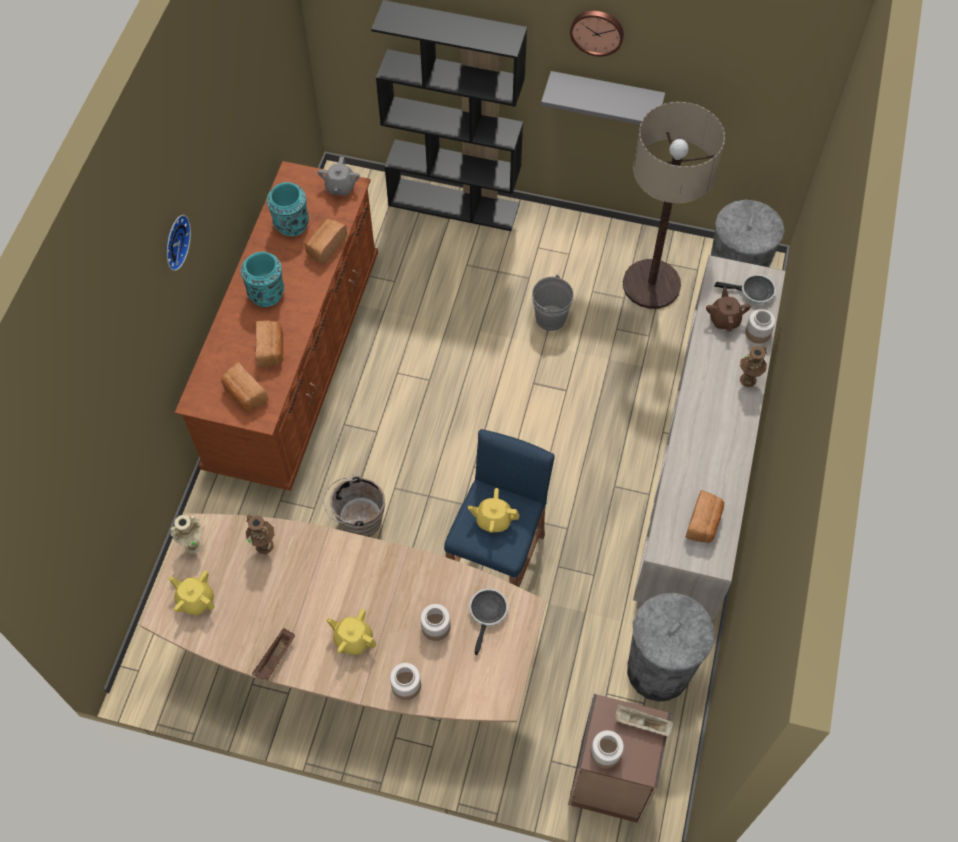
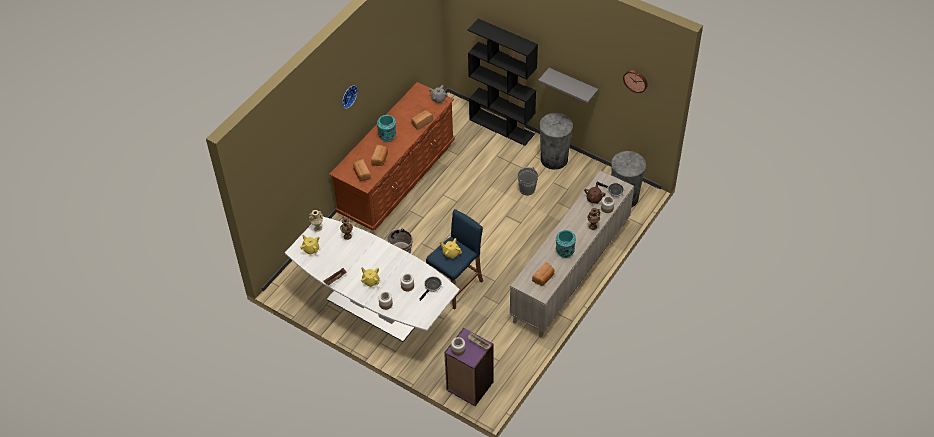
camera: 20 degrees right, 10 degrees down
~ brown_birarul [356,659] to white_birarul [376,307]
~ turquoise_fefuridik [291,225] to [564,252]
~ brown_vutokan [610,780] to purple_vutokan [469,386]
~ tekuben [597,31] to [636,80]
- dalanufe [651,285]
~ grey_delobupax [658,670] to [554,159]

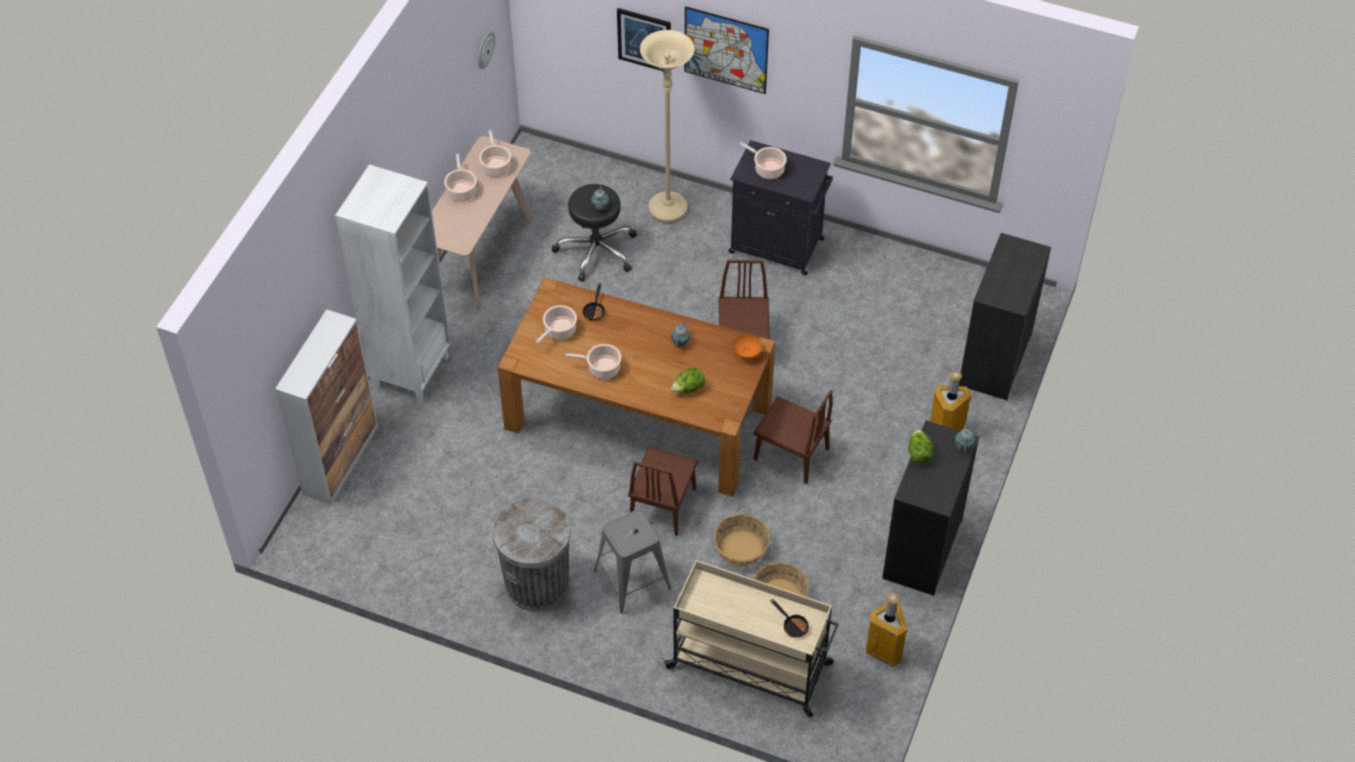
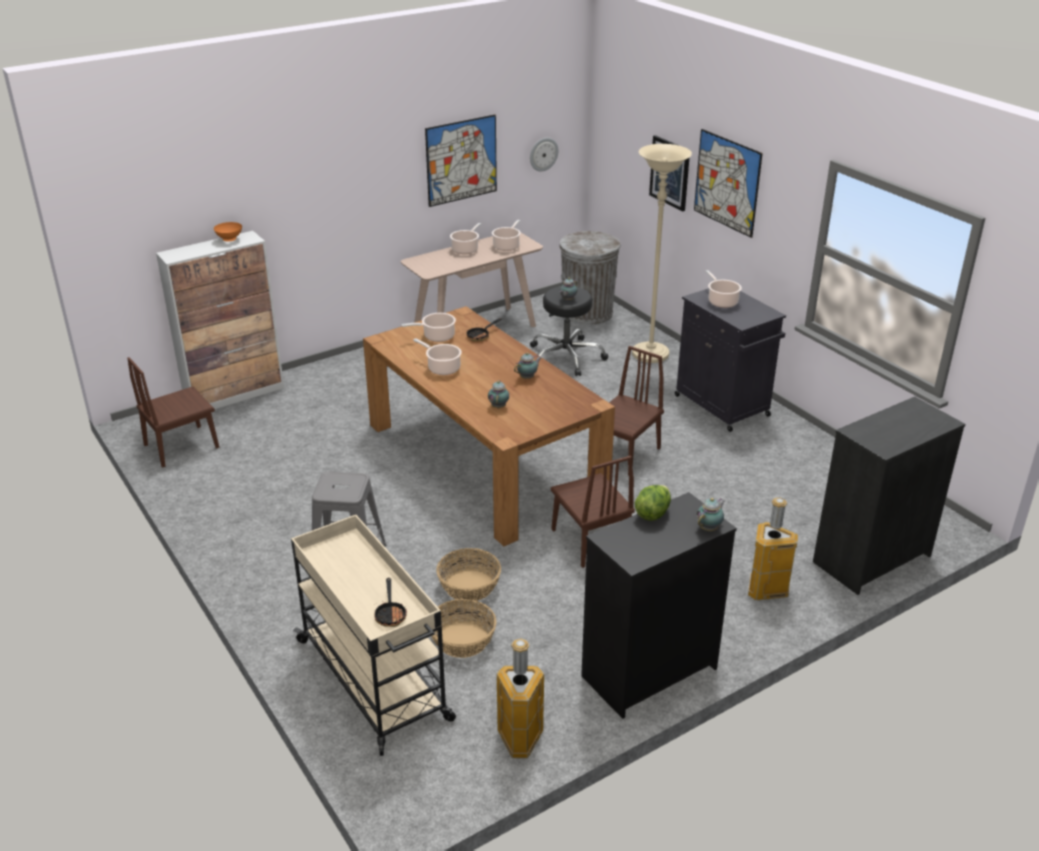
camera: 35 degrees right, 20 degrees down
- white_vutokan [411,372]
~ grey_delobupax [536,583] to [587,313]
~ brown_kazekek [663,505] to [181,446]
~ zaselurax [688,389] to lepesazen [499,406]
~ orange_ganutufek [746,354] to [230,239]
+ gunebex [461,160]

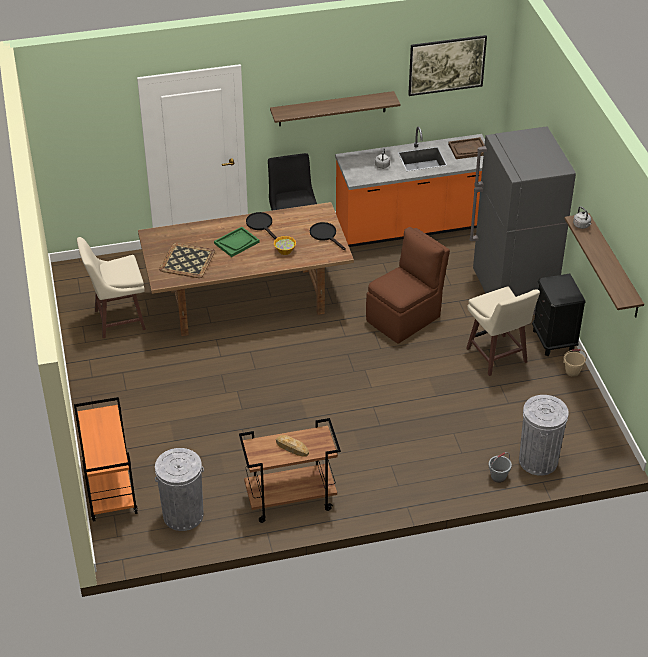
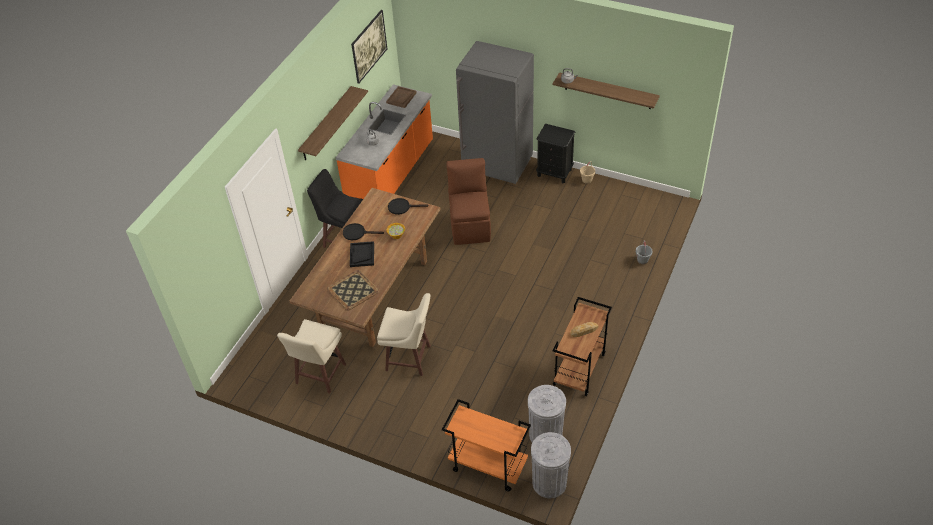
camera: 50 degrees left, 5 degrees up
~ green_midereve [236,243] to black_midereve [362,255]
~ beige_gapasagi [497,356] to [409,359]
~ grey_delobupax [538,461] to [549,483]

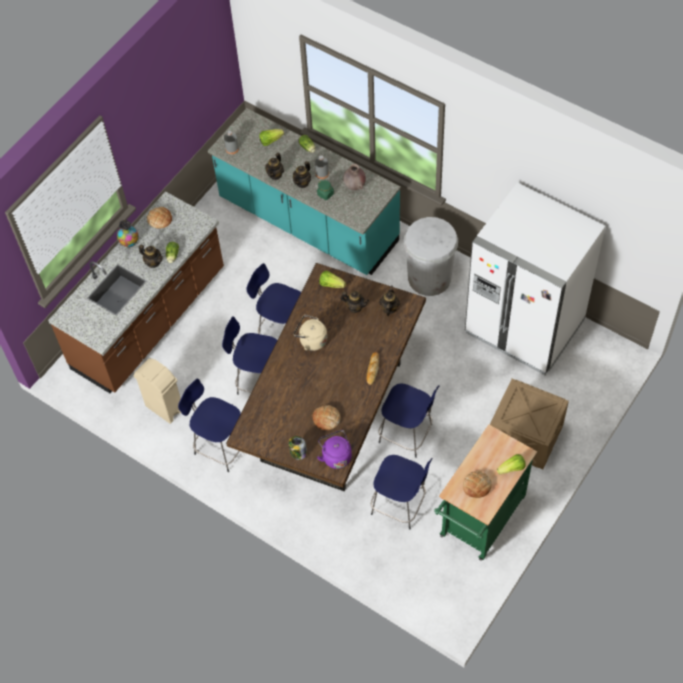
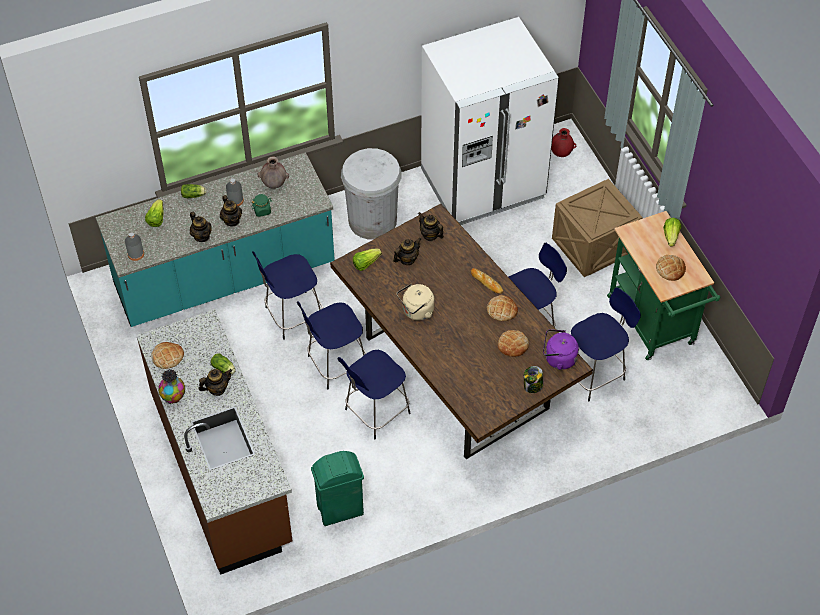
camera: 60 degrees left, 5 degrees down
~ beige_delobupax [165,408] to green_delobupax [341,510]
~ blue_gapasagi [220,446] to [292,316]
+ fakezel [502,310]
+ red_fefuridik [561,153]

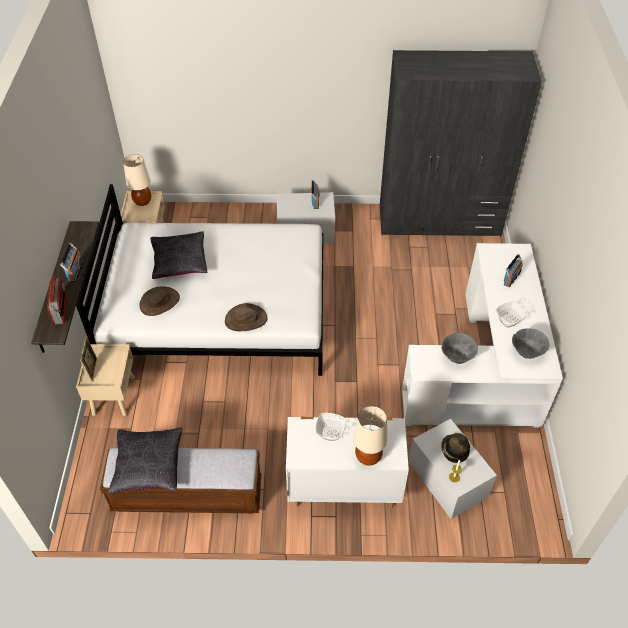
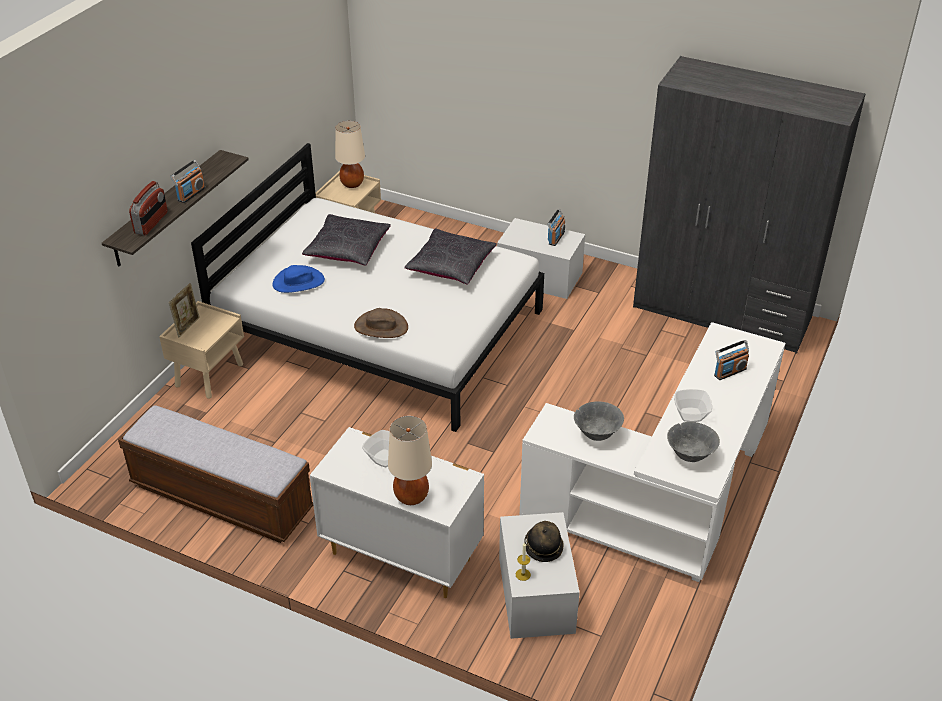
camera: 25 degrees right, 10 degrees down
~ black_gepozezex [148,465] to [451,266]
~ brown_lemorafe [160,302] to blue_lemorafe [298,282]

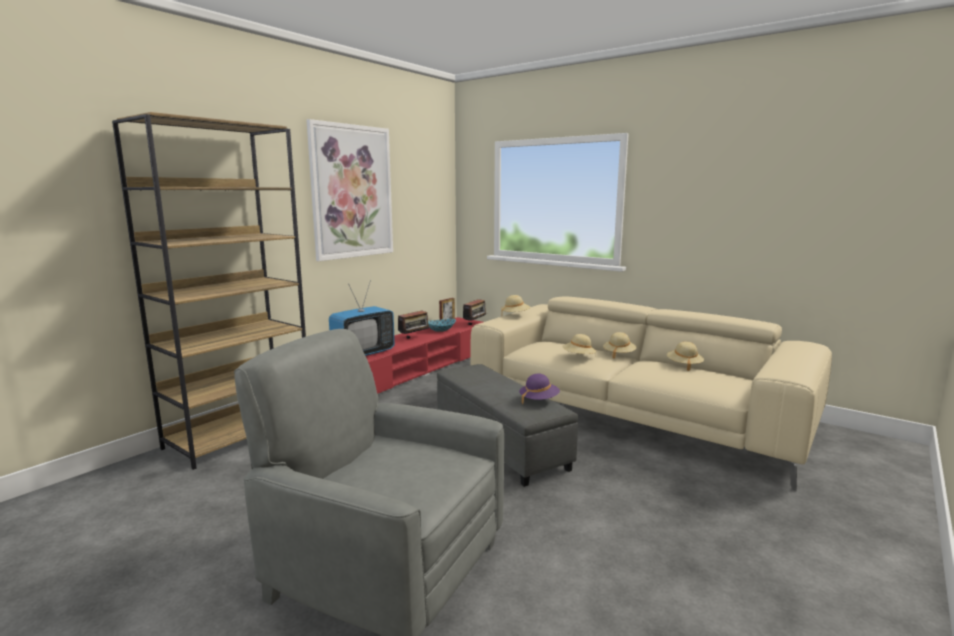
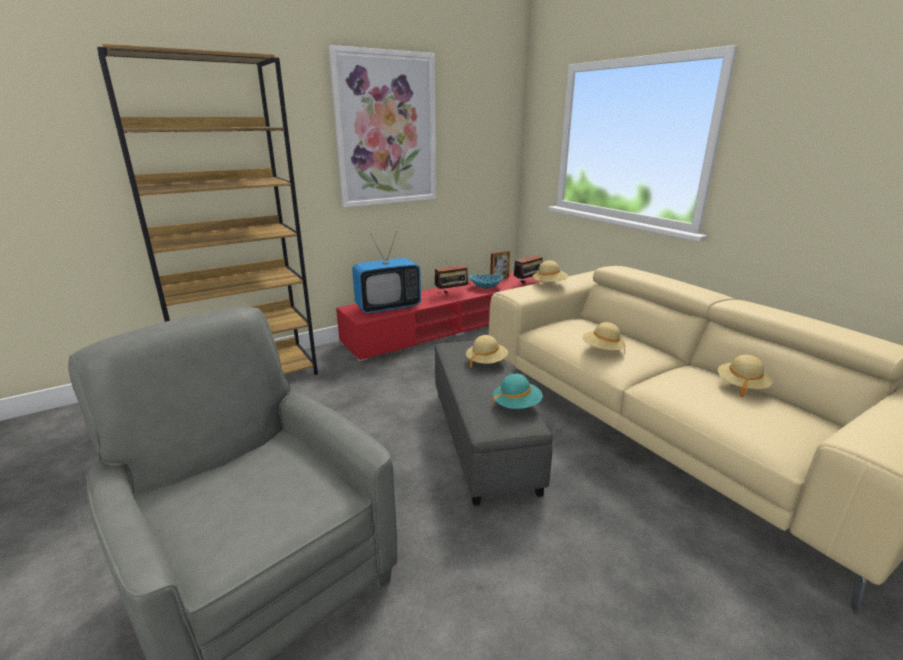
camera: 20 degrees right, 10 degrees up
~ purple_lemorafe [539,400] to turquoise_lemorafe [516,405]
~ beige_lemorafe [619,354] to [486,362]

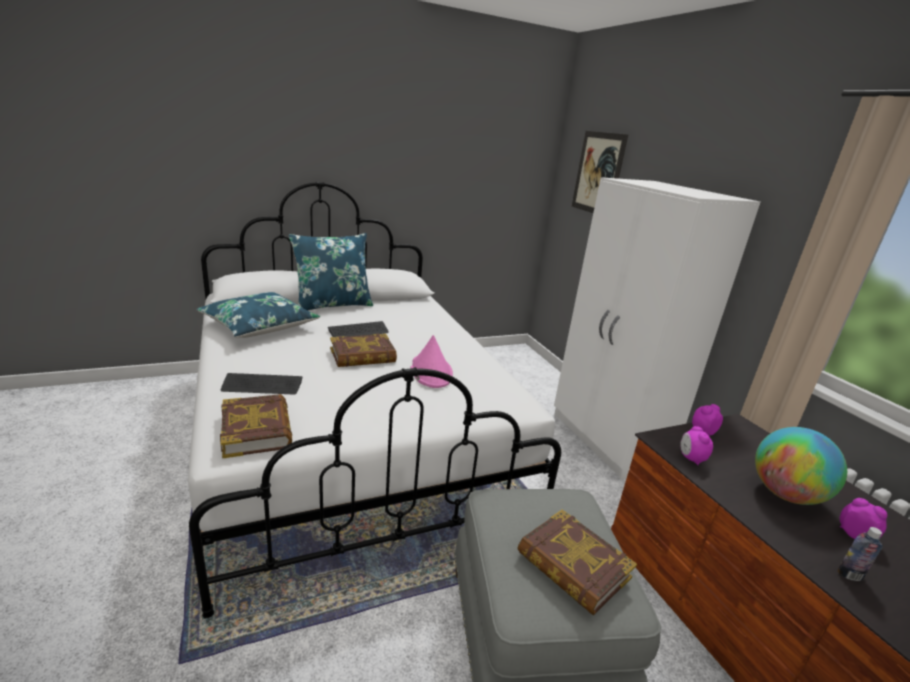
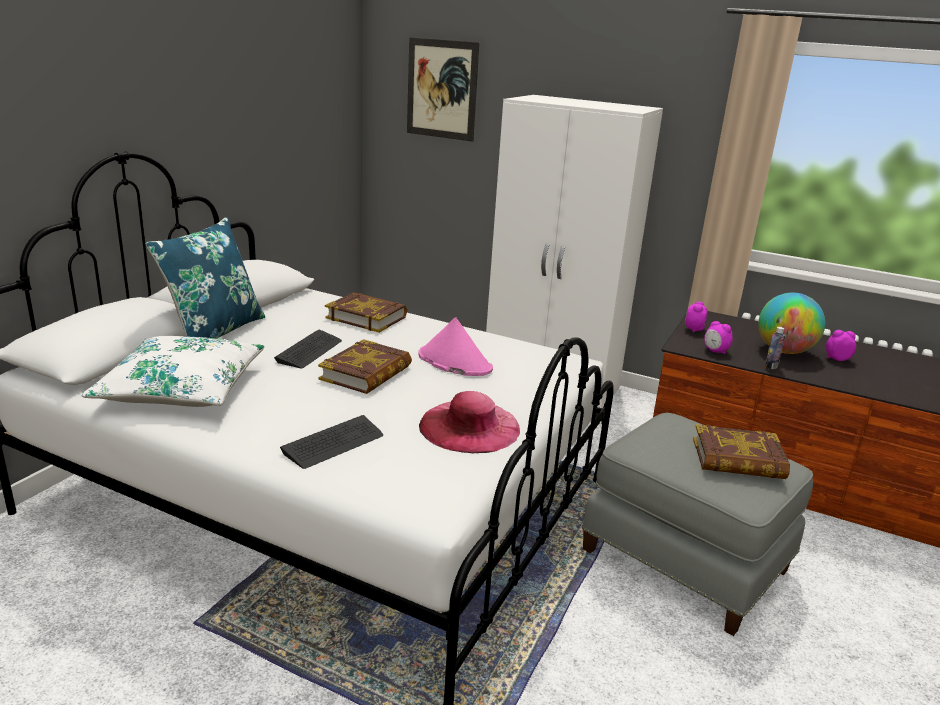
camera: 40 degrees left, 0 degrees up
~ blue_gepozezex [259,326] to white_gepozezex [182,388]
~ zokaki [257,430] to [366,317]
~ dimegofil [850,575] to [770,367]
+ pink_lemorafe [469,426]

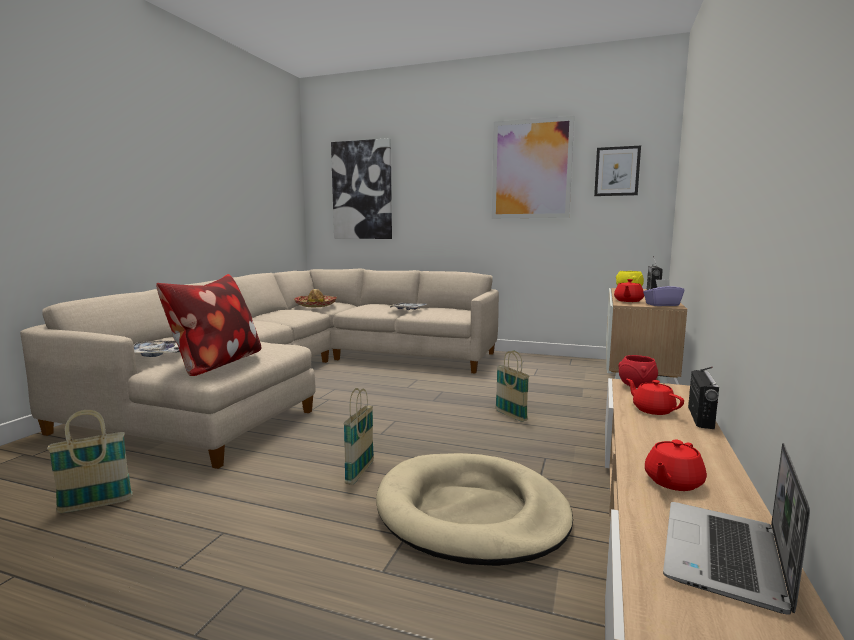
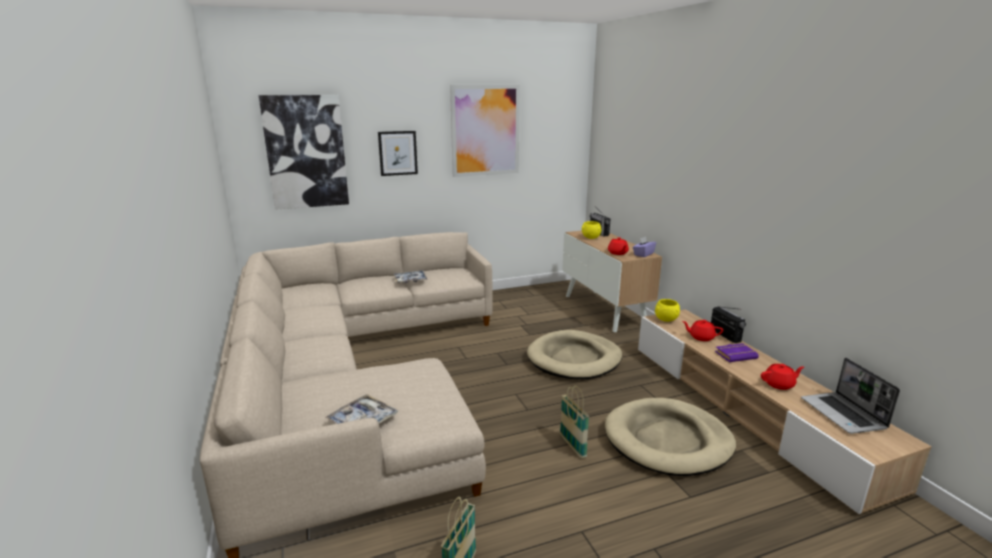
camera: 40 degrees left, 10 degrees up
- gepozezex [216,365]
- lemorafe [315,305]
~ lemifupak [510,416] to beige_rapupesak [574,359]
~ gunebex [617,171] to [398,153]
~ red_ganutufek [637,387] to yellow_ganutufek [666,320]
~ red_lepesazen [672,482] = [779,384] 105 degrees counterclockwise
+ purple_zokaki [735,355]

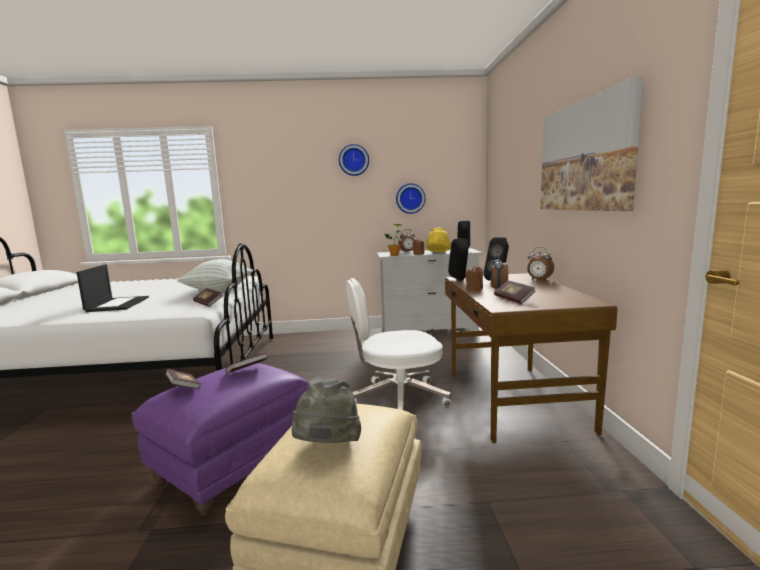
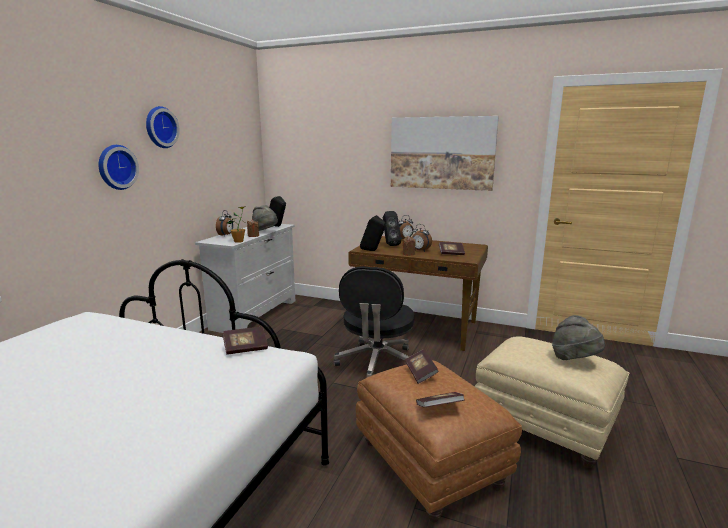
camera: 65 degrees left, 5 degrees up
- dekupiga [117,304]
~ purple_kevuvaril [235,466] to brown_kevuvaril [431,466]
- gepozezex [218,290]
~ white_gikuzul [397,399] to black_gikuzul [377,364]
~ tekuben [410,198] to [116,167]
~ yellow_lemorafe [438,253] to grey_lemorafe [265,231]

